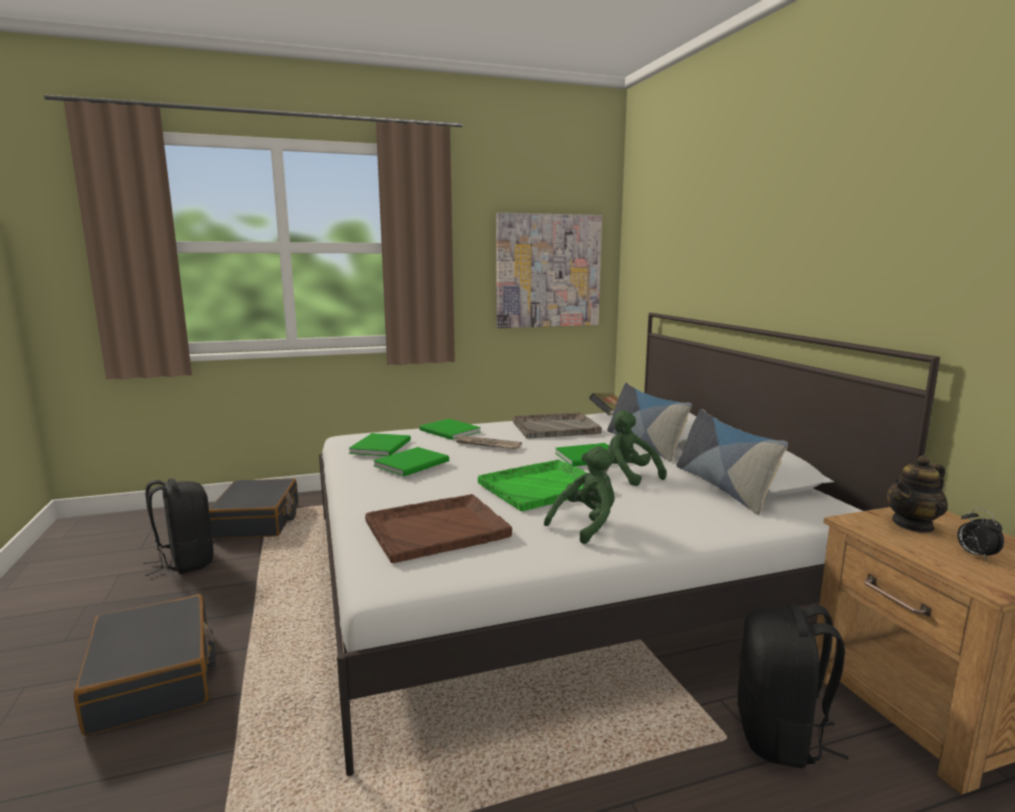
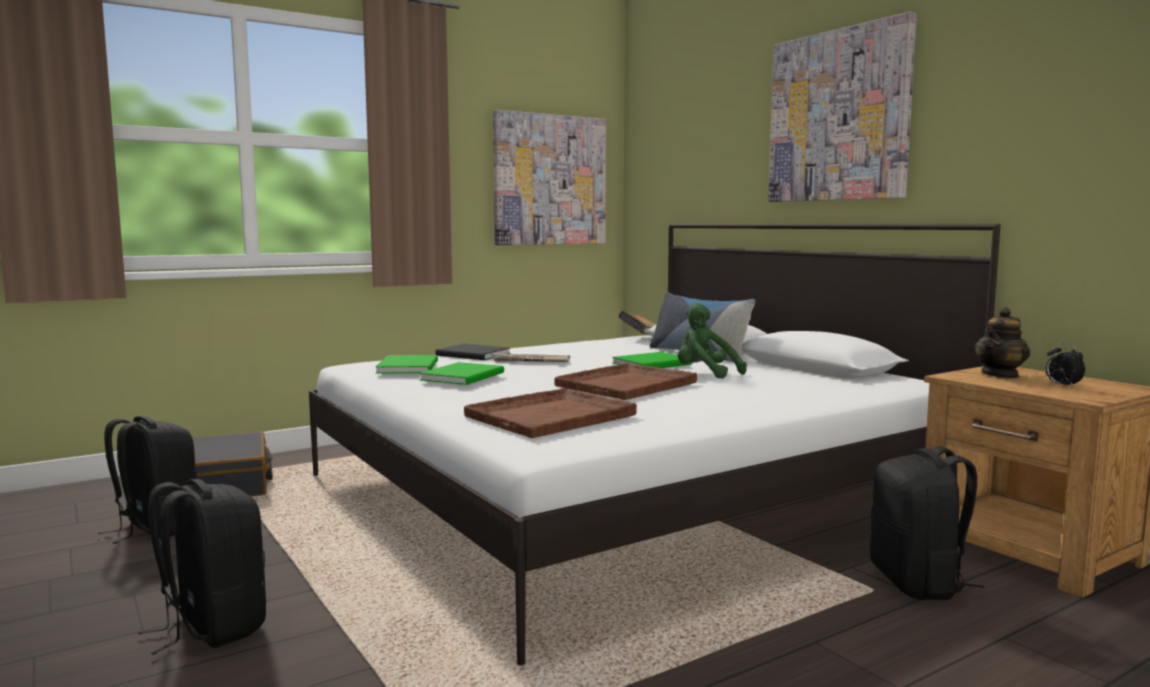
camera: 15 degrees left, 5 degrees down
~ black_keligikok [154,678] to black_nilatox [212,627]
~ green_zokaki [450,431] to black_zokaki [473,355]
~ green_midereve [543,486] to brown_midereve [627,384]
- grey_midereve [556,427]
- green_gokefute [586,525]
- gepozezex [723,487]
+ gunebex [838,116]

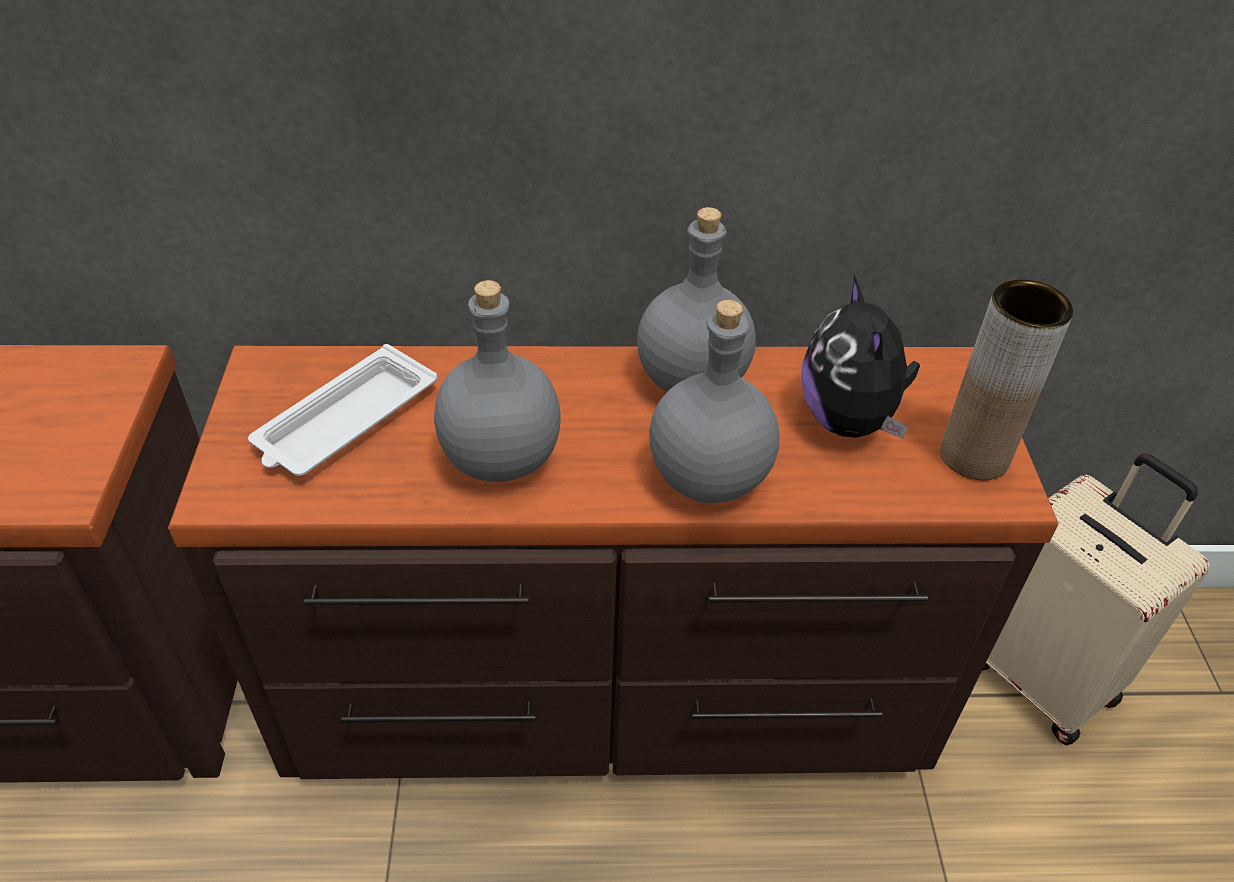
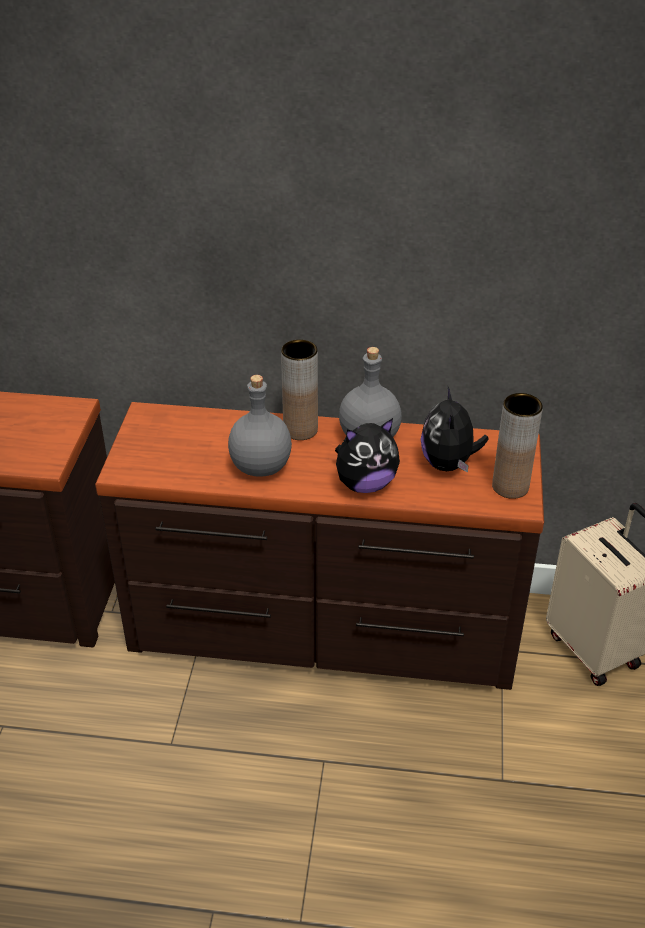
camera: 10 degrees right, 5 degrees down
- white_midereve [345,421]
~ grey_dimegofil [708,476] to gokefute [365,484]
+ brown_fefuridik [300,430]

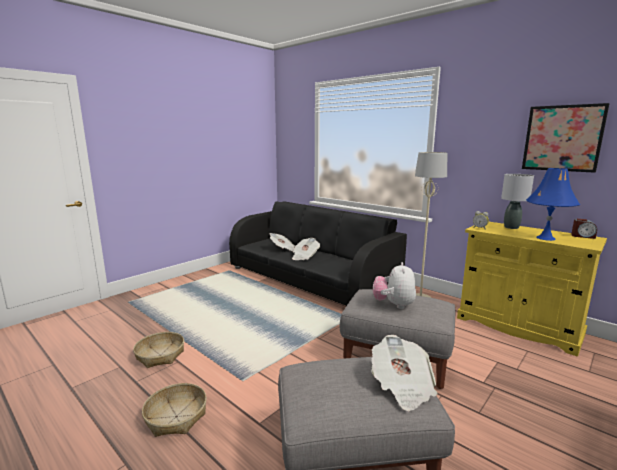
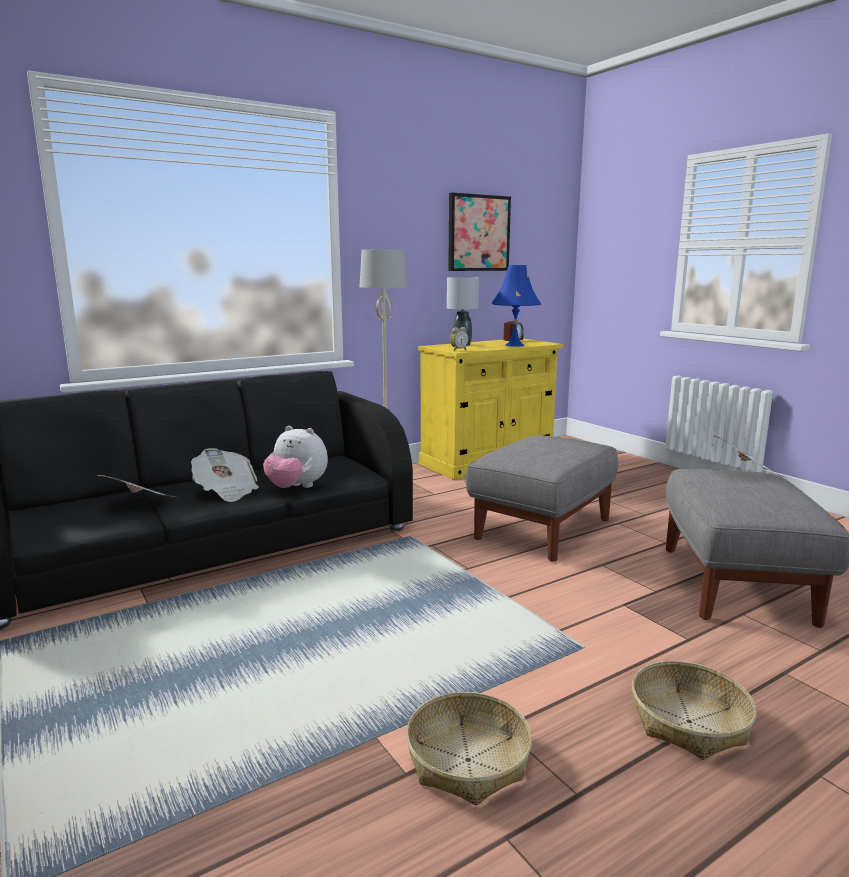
camera: 75 degrees left, 0 degrees up
~ gokefute [393,305] to [297,488]

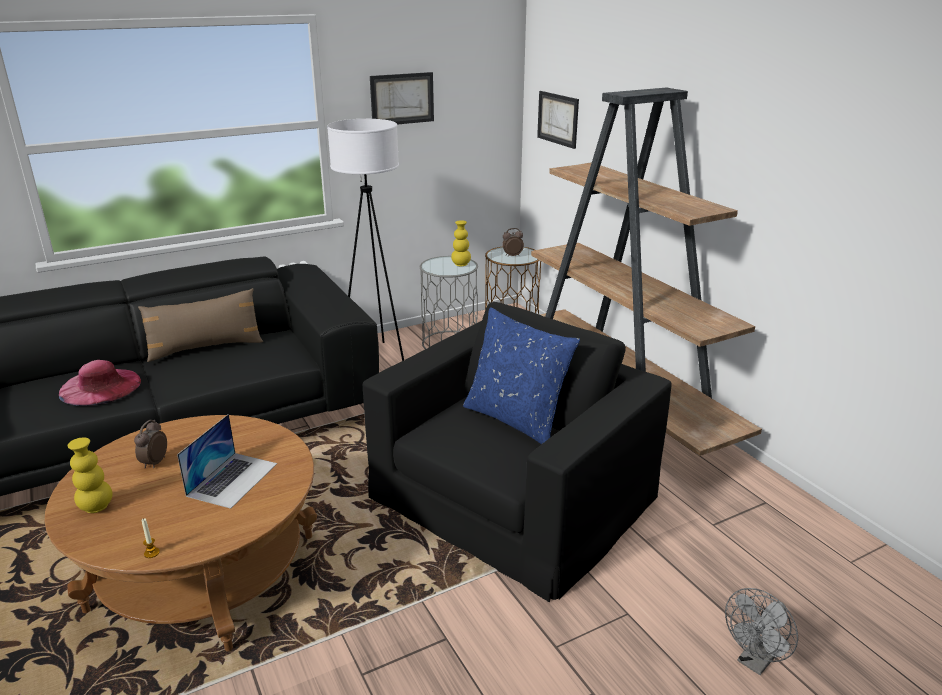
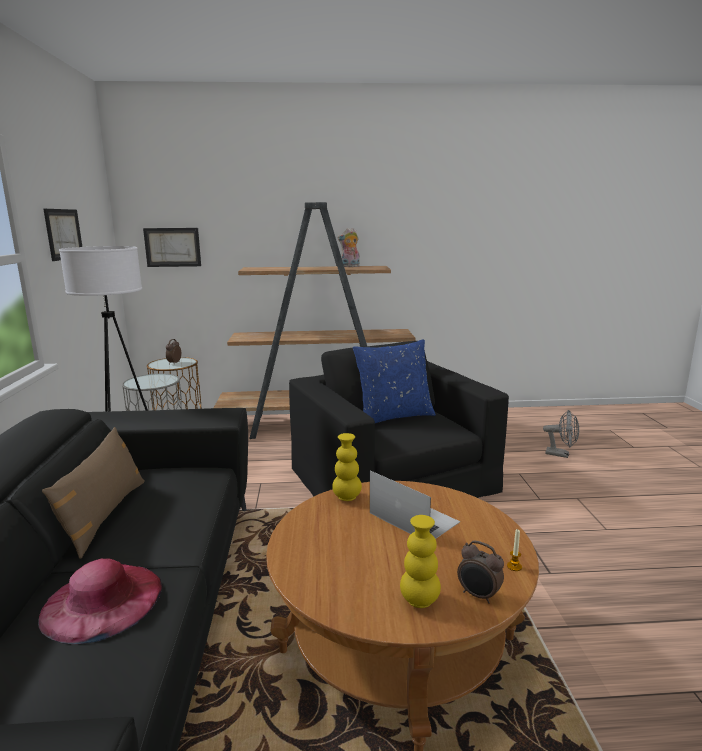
camera: 65 degrees left, 10 degrees down
~ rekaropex [154,463] to [478,596]
~ yellow_fefuridik [461,264] to [347,497]
~ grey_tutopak [755,661] = [561,454] 45 degrees counterclockwise
+ gokefute [350,267]

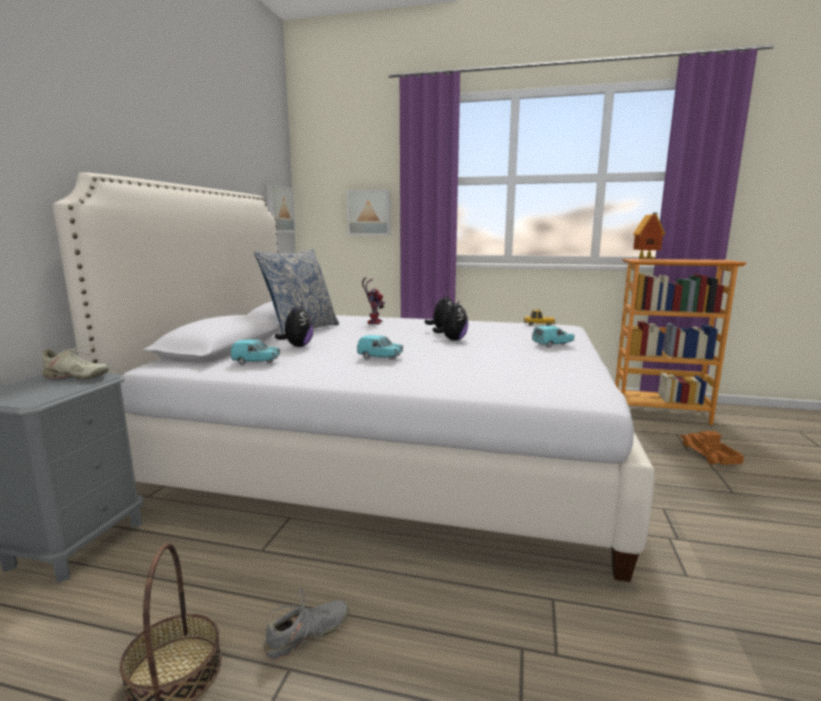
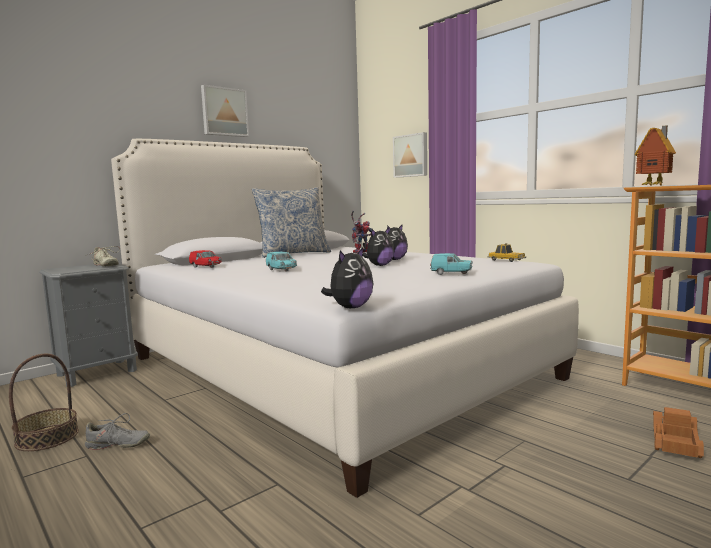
camera: 35 degrees right, 5 degrees down
~ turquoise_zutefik [256,362] to red_zutefik [206,267]
~ gunebex [279,209] to [224,112]
~ gokefute [297,346] to [350,307]

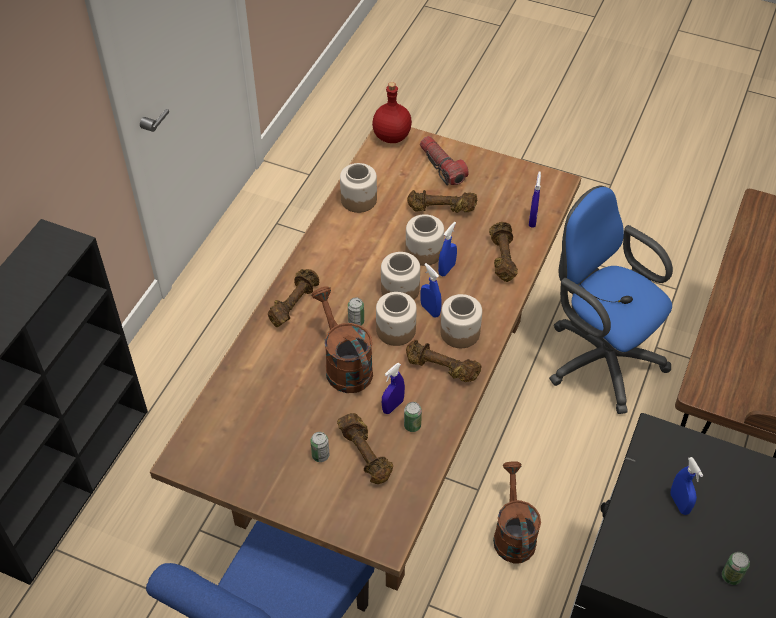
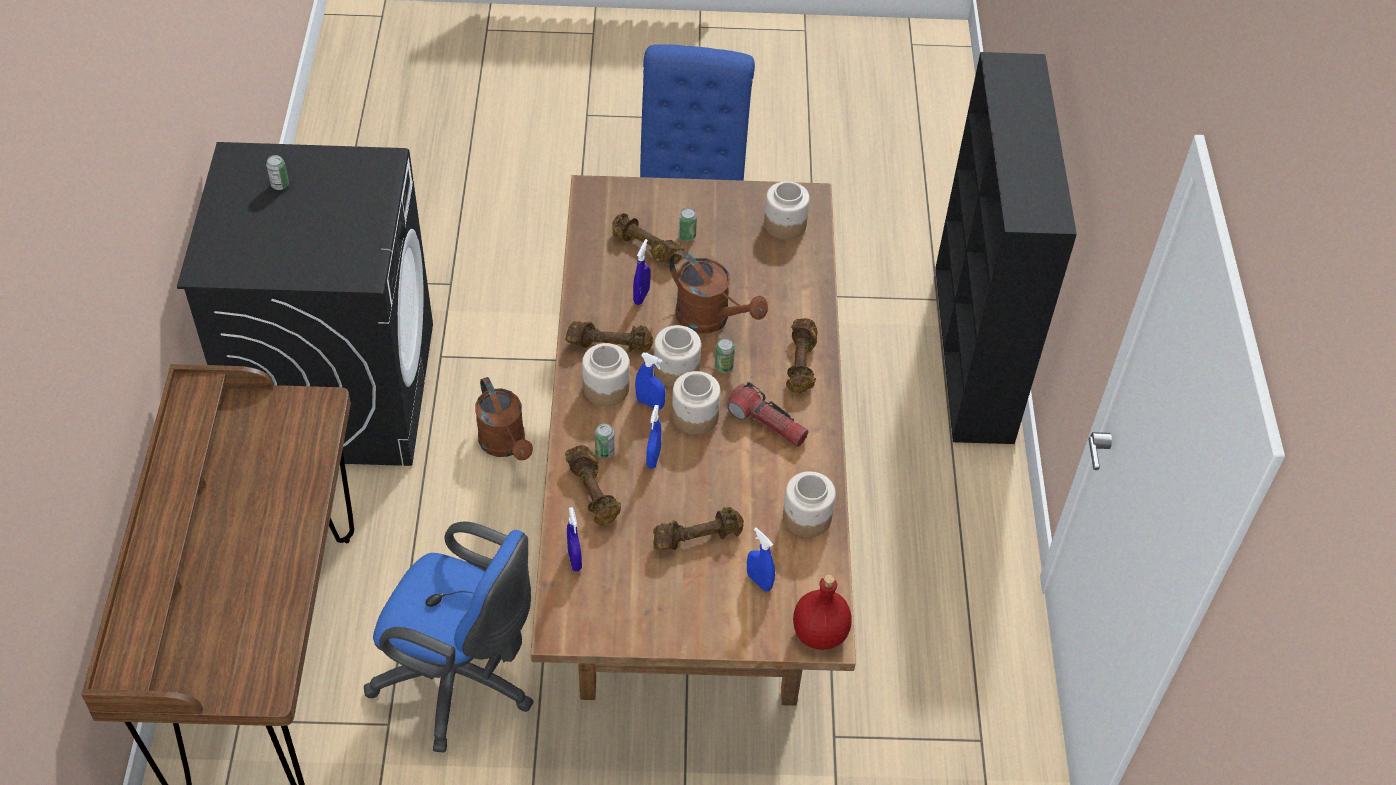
camera: 155 degrees right, 0 degrees up
~ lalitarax [412,425] to [604,452]
~ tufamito [424,252] to [784,224]
~ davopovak [442,167] to [767,423]
~ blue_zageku [679,503] to [759,581]

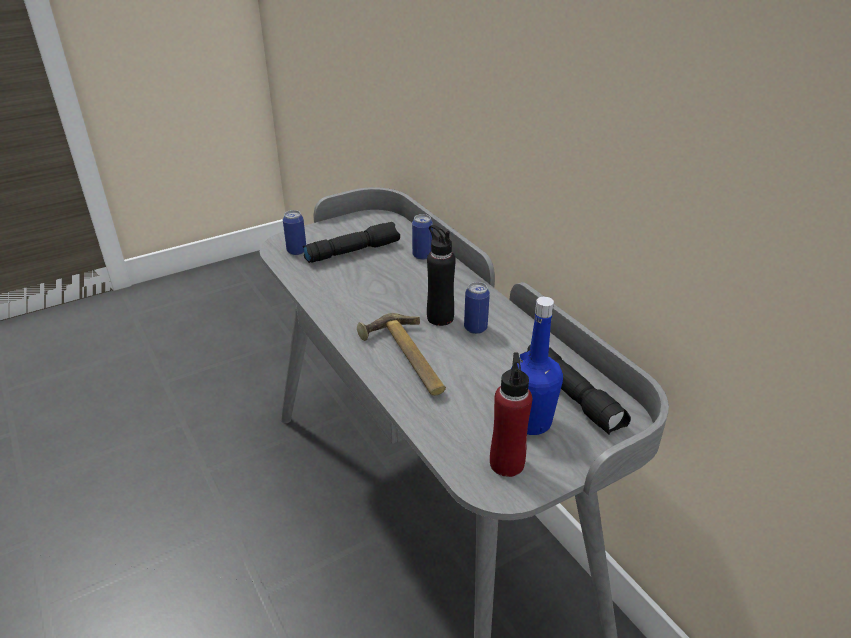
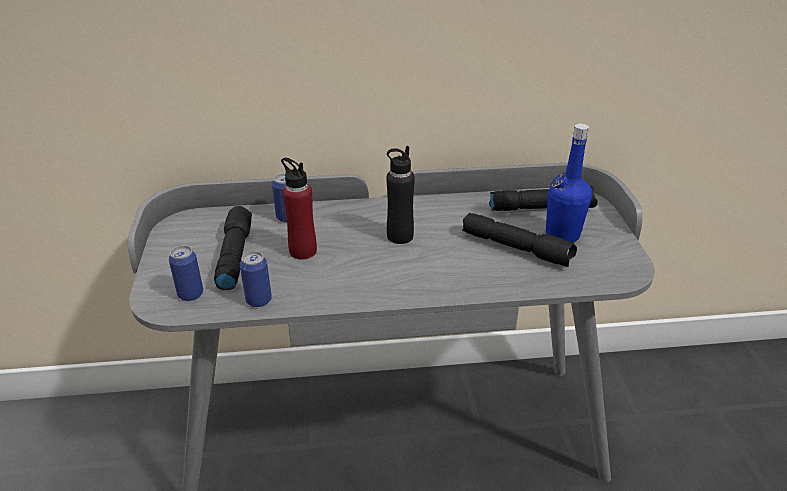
camera: 65 degrees left, 0 degrees up
- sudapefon [405,360]
~ lalitarax [475,328] to [259,300]
~ red_dimegofil [507,463] to [303,251]
+ black_davopovak [517,248]

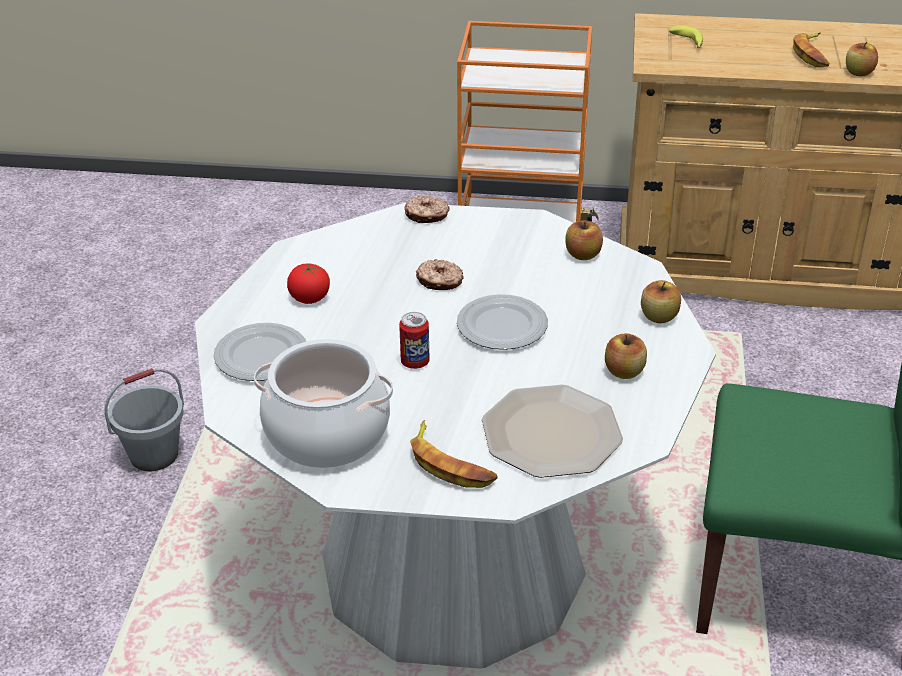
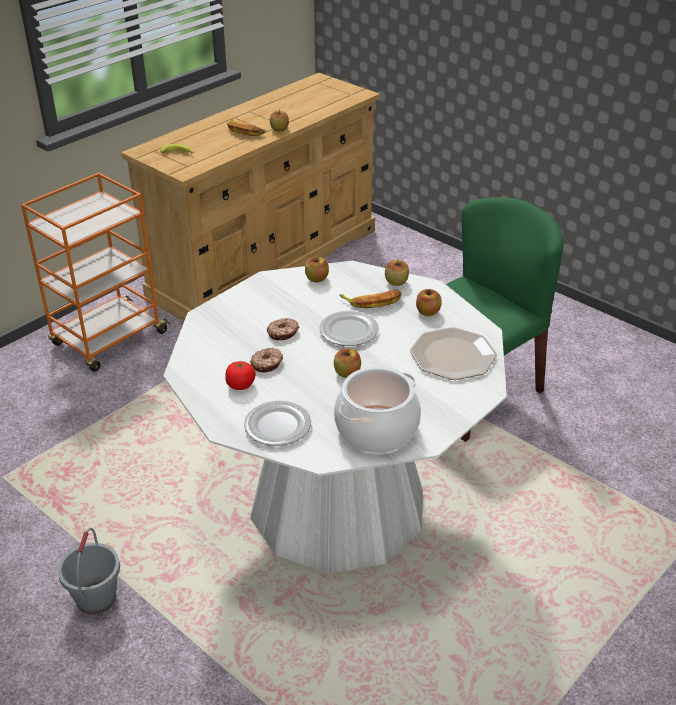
camera: 55 degrees left, 0 degrees up
~ lalitarax [415,362] to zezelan [347,373]
~ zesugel [426,216] to [267,364]
~ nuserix [450,463] to [372,301]

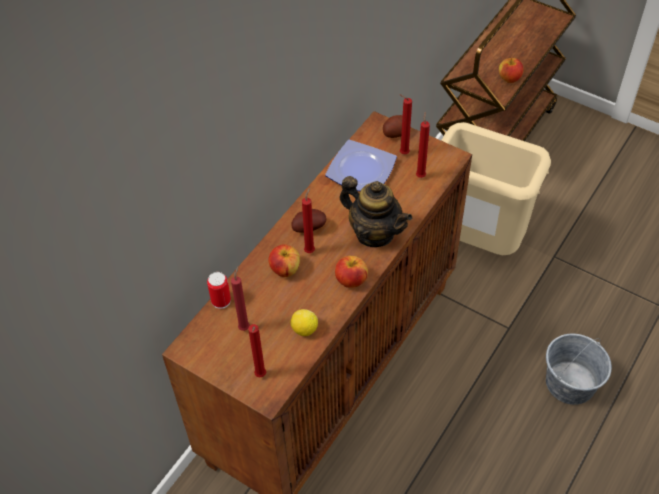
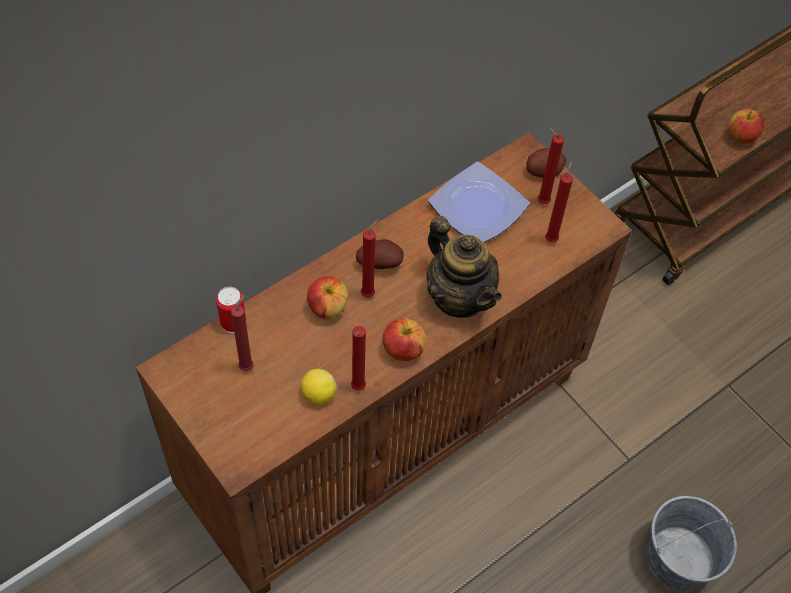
camera: 15 degrees right, 5 degrees up
~ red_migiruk [260,376] to [357,389]
- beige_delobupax [475,244]

